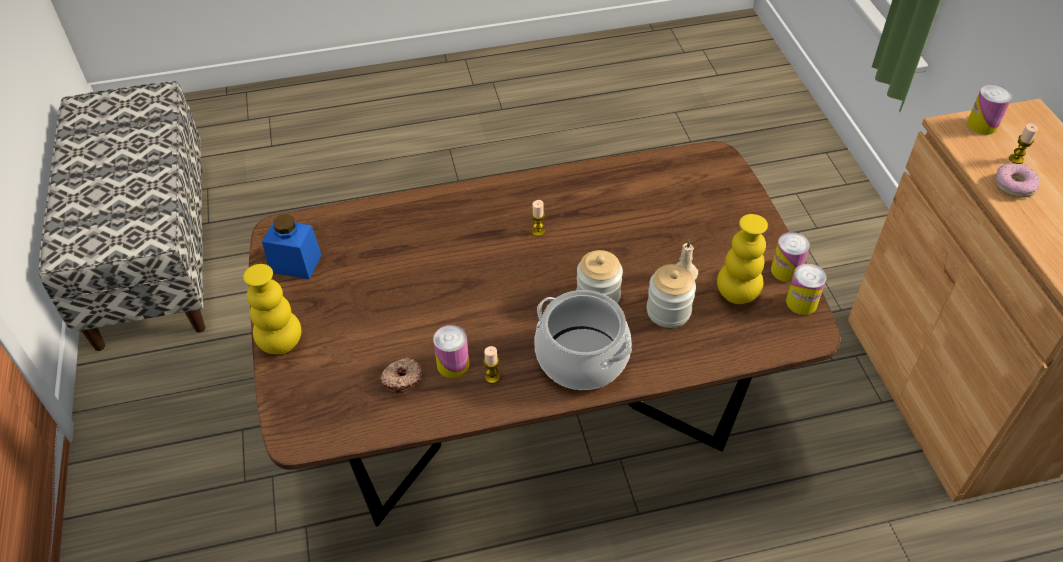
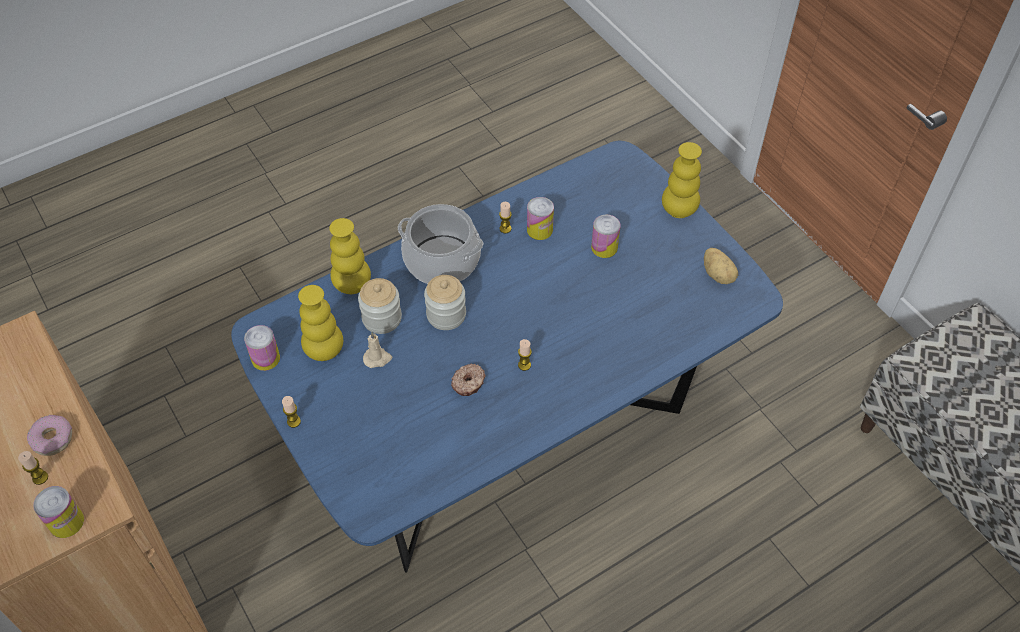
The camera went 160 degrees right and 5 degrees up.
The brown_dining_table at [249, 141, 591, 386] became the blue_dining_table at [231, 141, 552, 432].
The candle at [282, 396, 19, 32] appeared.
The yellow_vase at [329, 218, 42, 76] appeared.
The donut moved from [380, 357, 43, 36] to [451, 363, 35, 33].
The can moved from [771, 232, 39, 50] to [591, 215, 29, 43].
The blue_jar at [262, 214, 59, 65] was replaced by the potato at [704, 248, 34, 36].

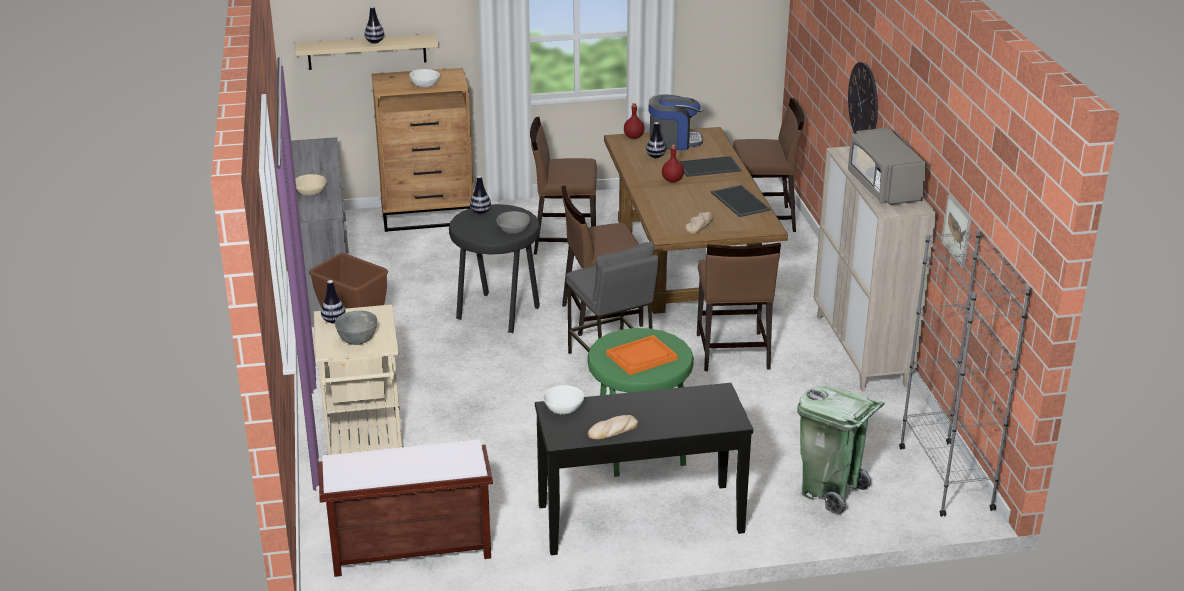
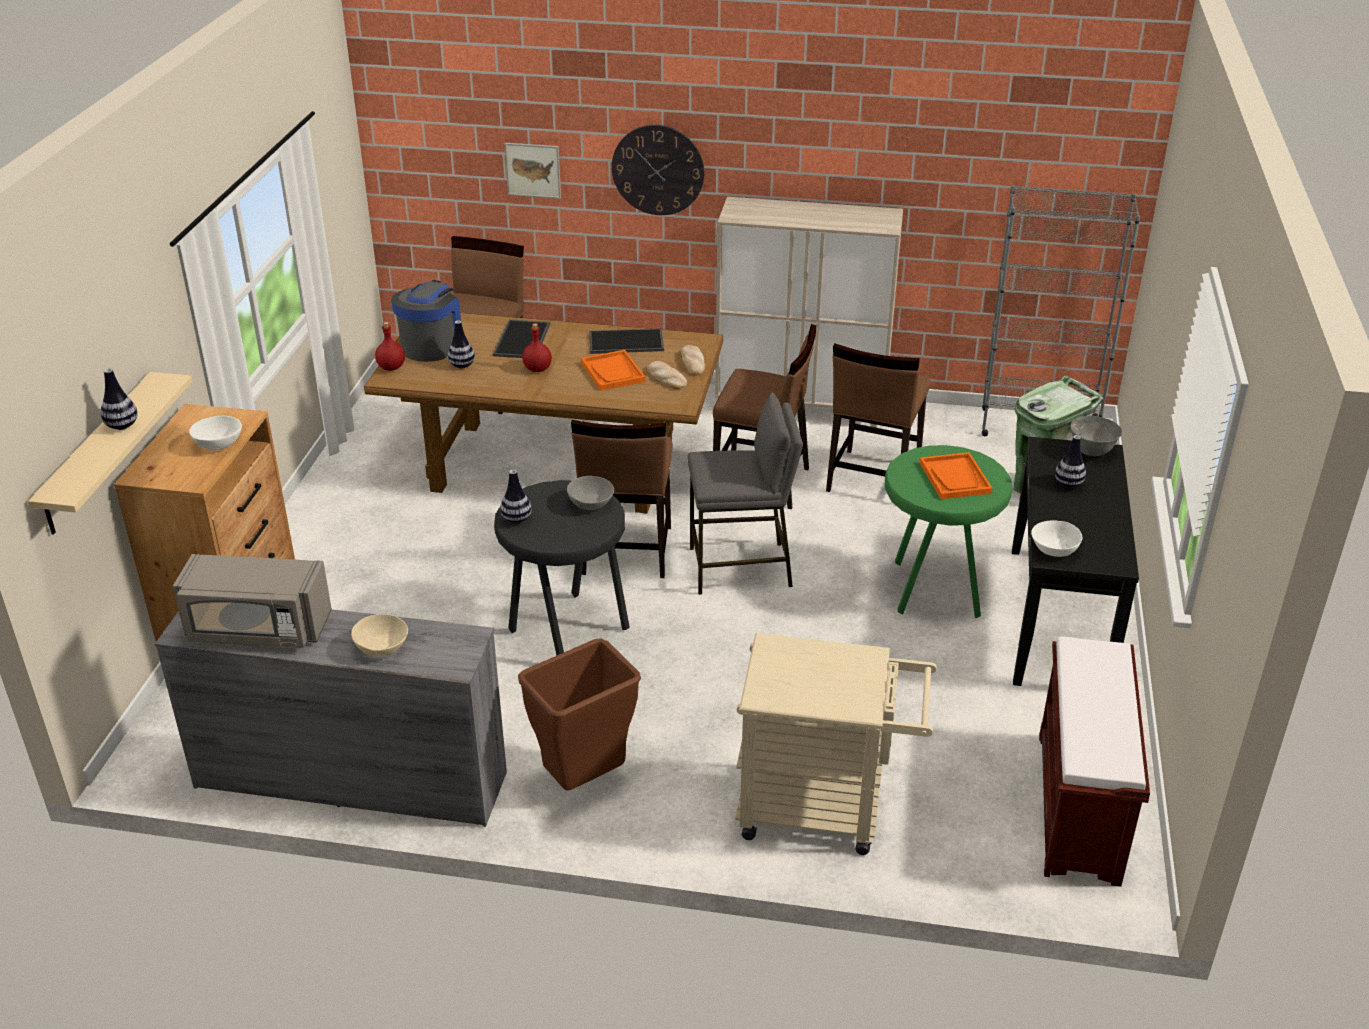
The camera went 70 degrees left and 5 degrees up.
The grey_microwave moved from [848, 128, 79, 77] to [173, 554, 159, 94].
The picture moved from [941, 195, 30, 73] to [505, 143, 56, 56].
The orange_tray at [581, 350, 64, 41] appeared.
The bread moved from [588, 415, 51, 25] to [681, 345, 24, 30].
The brown_chair moved from [530, 117, 67, 138] to [826, 343, 104, 149].
The vase moved from [321, 280, 25, 43] to [1055, 435, 31, 53].
The grey_bowl moved from [335, 310, 43, 35] to [1071, 416, 51, 40].

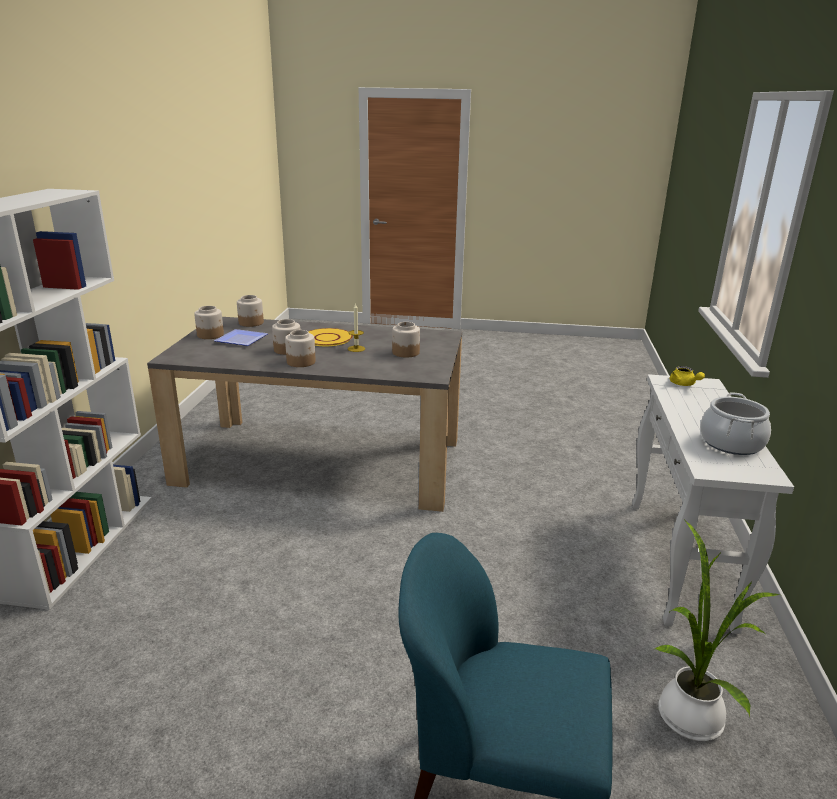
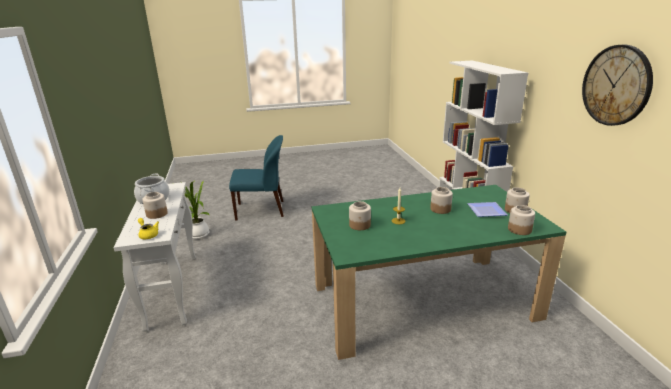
The camera went 160 degrees right and 0 degrees up.
The jar moved from [285, 330, 31, 37] to [142, 192, 26, 27].
The grey_dining_table at [147, 317, 315, 195] became the green_dining_table at [312, 185, 254, 175].
The wall_clock at [582, 45, 71, 81] appeared.
The yellow_plate at [308, 328, 45, 18] disappeared.

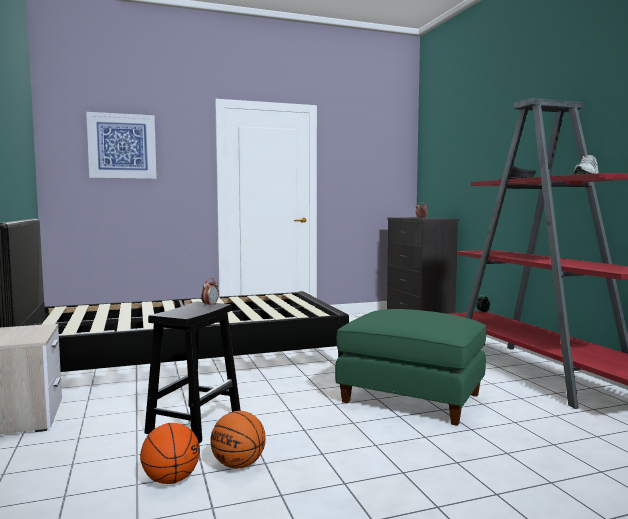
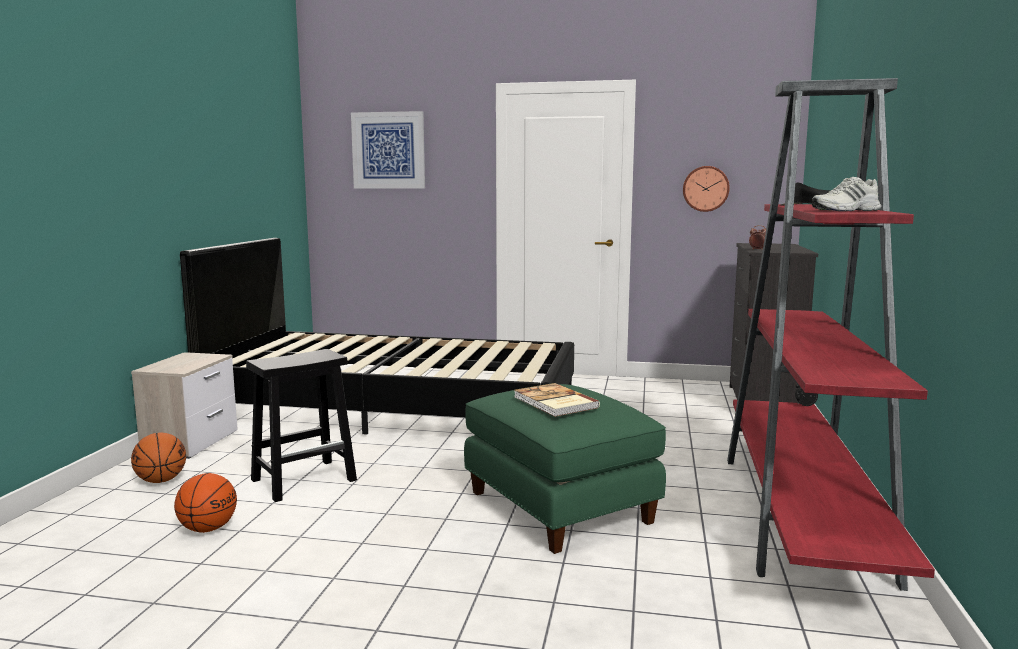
The camera went 30 degrees right and 5 degrees up.
The basketball moved from [211, 411, 55, 58] to [131, 433, 55, 50].
The book at [514, 383, 86, 34] appeared.
The wall_clock at [683, 166, 47, 46] appeared.
The alarm_clock at [201, 278, 18, 28] disappeared.

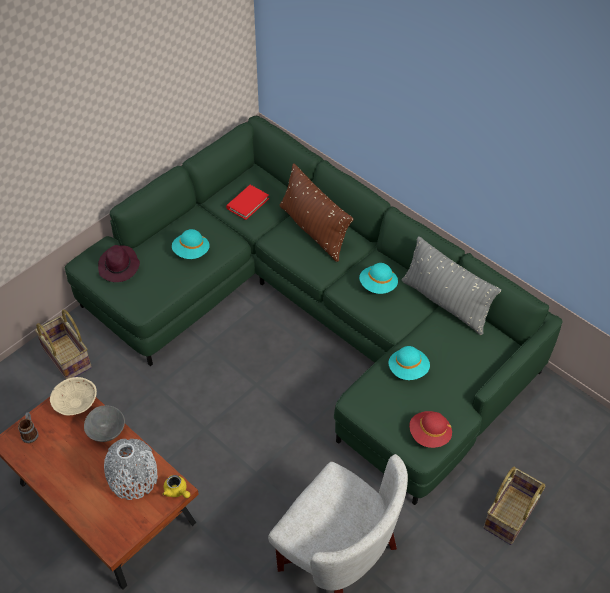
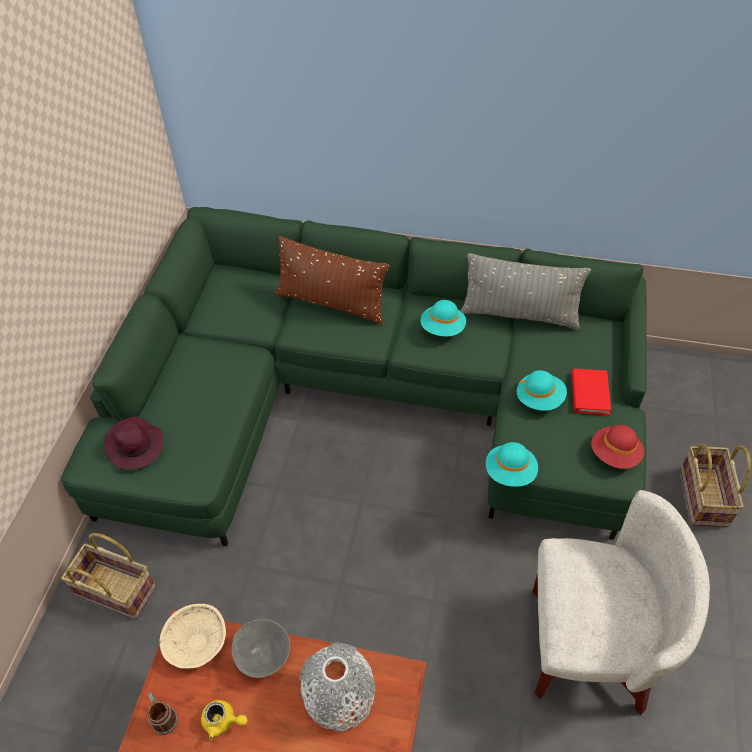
The camera went 30 degrees left and 0 degrees up.
The yellow_teapot moved from [163, 475, 27, 23] to [201, 700, 47, 40].
The turquoise_hat moved from [172, 229, 38, 30] to [486, 442, 52, 45].
The red_book moved from [226, 185, 43, 35] to [571, 369, 40, 46].

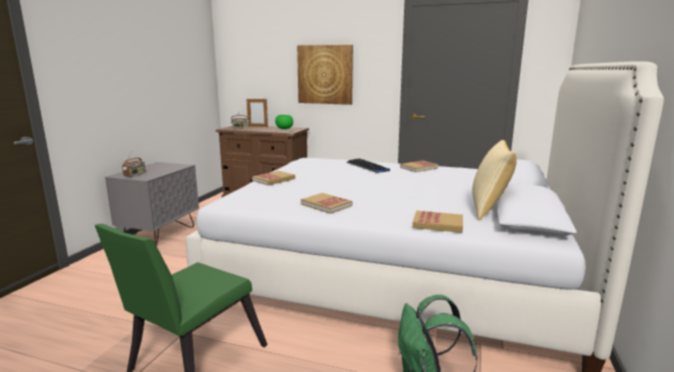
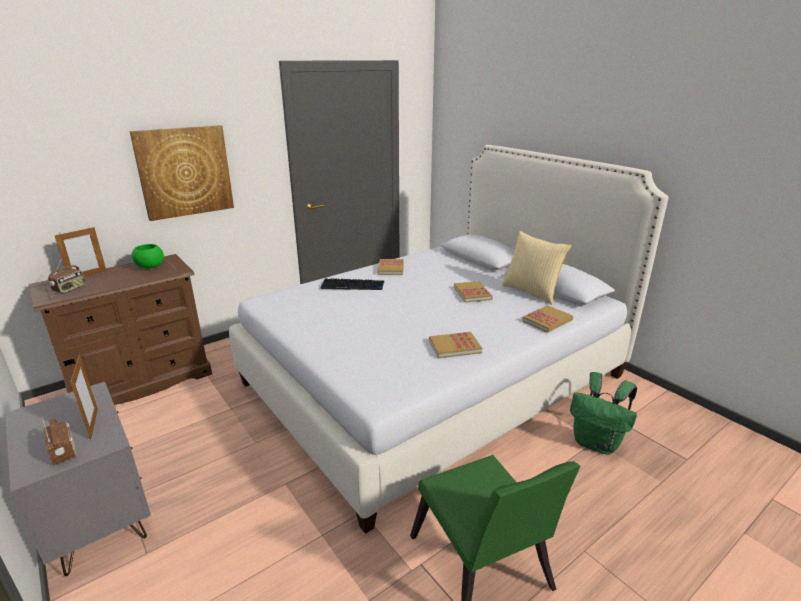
The camera went 55 degrees left and 10 degrees up.
The picture_frame at [70, 355, 28, 84] appeared.
The book moved from [252, 171, 43, 15] to [454, 281, 39, 22].

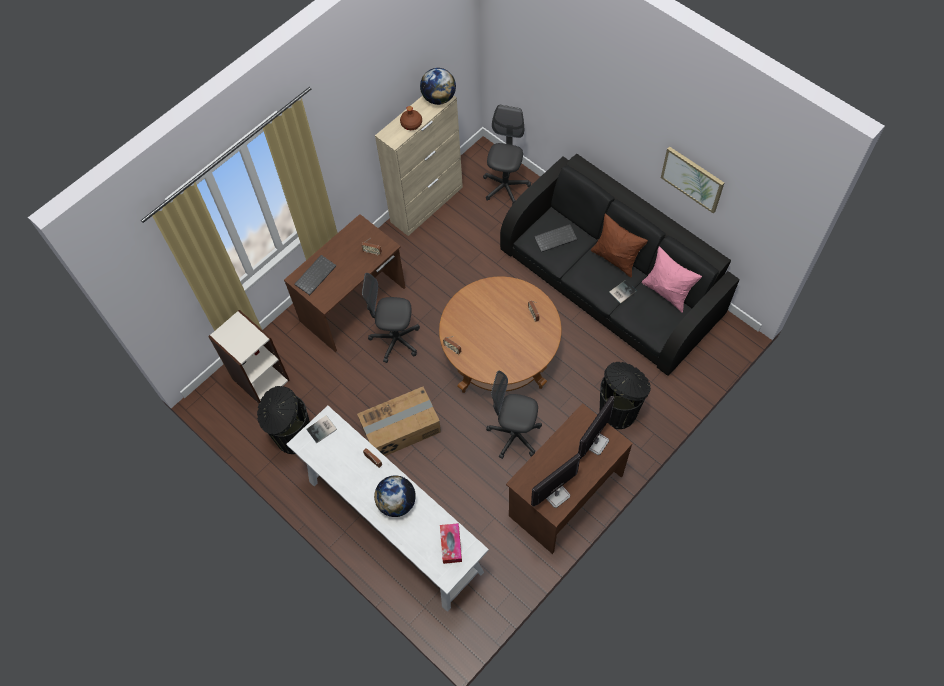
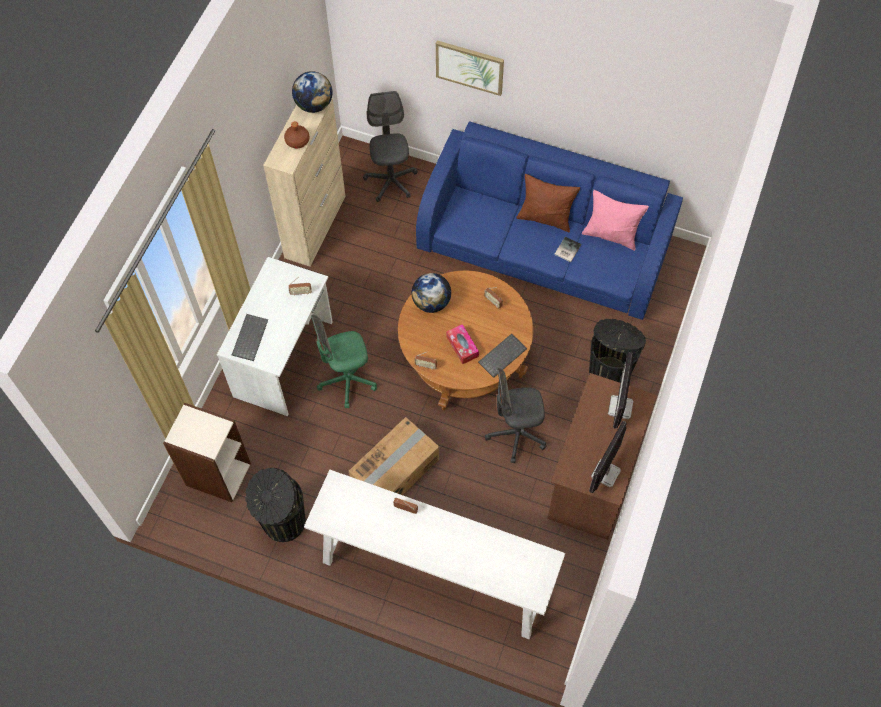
The camera went 25 degrees left and 0 degrees up.
The brown_desk at [284, 214, 122, 138] became the white_desk at [217, 257, 116, 159].
The grey_office_chair at [362, 273, 58, 90] became the green_office_chair at [311, 315, 66, 93].
The globe moved from [374, 475, 42, 42] to [412, 273, 39, 40].
The black_sofa at [500, 154, 240, 222] became the blue_sofa at [416, 121, 267, 199].
The picture moved from [661, 146, 63, 67] to [436, 41, 68, 55].
The tissue_box moved from [440, 523, 22, 41] to [446, 324, 33, 40].
The keyboard moved from [534, 224, 43, 28] to [478, 333, 49, 45].
The book at [306, 415, 31, 28] disappeared.

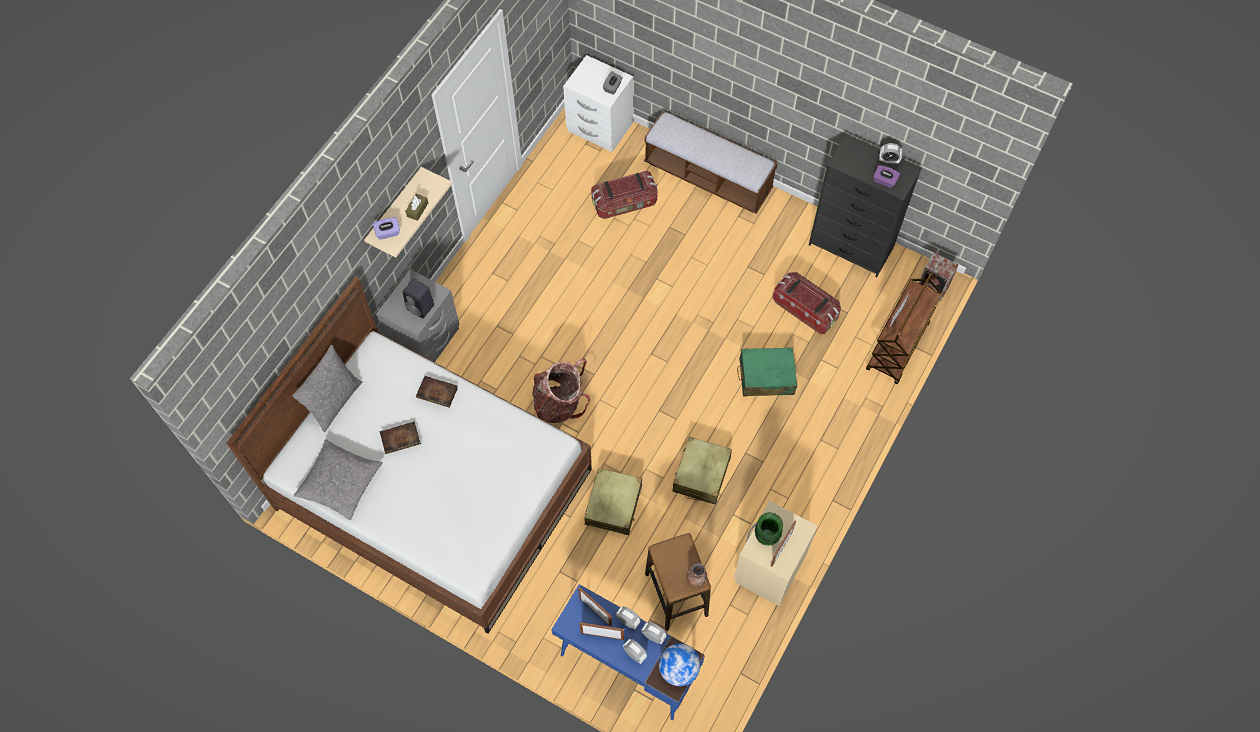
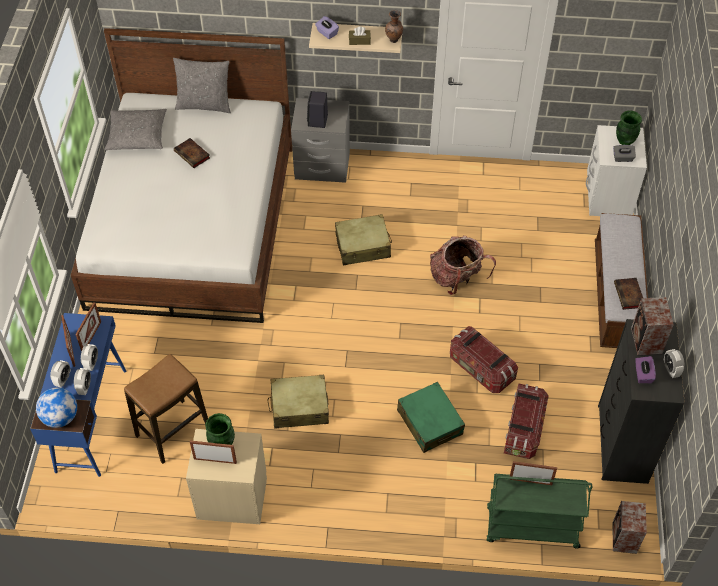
The camera went 65 degrees right and 10 degrees down.
The beige_suitcase moved from [584, 468, 58, 67] to [335, 214, 57, 52].
The brown_vase moved from [686, 563, 22, 25] to [385, 10, 18, 33].
The backpack moved from [532, 358, 58, 65] to [430, 236, 66, 59].
The storage_box moved from [591, 171, 67, 48] to [450, 326, 68, 67].
The brown_cart at [866, 273, 76, 111] became the green_cart at [487, 474, 105, 74].
The book moved from [416, 376, 42, 32] to [614, 278, 29, 32].
The green_vase at [616, 110, 26, 35] appeared.
The speaker at [631, 297, 43, 58] appeared.

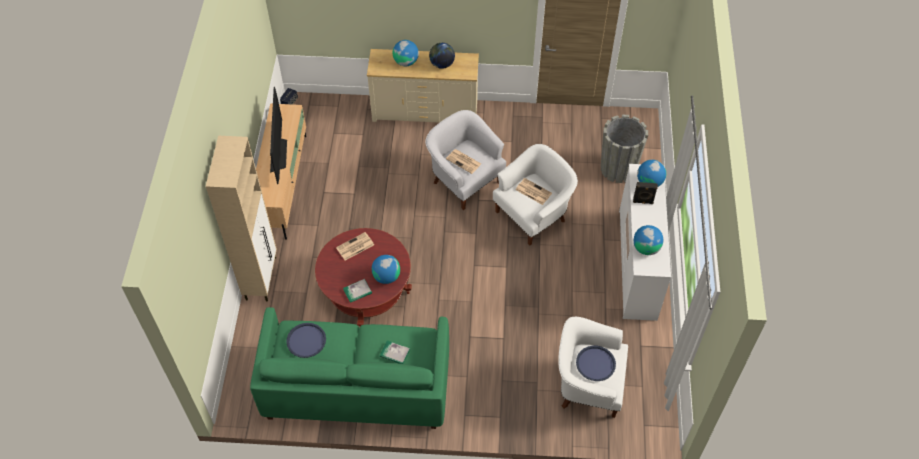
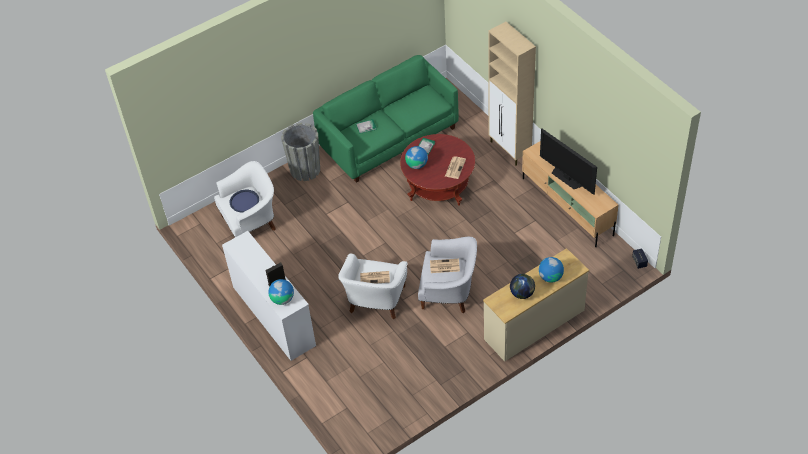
The camera went 145 degrees right and 5 degrees down.
The grey_planter moved from [601, 115, 47, 68] to [281, 123, 39, 58].
The blue_tray at [286, 323, 40, 35] disappeared.
The globe at [634, 225, 29, 30] disappeared.

